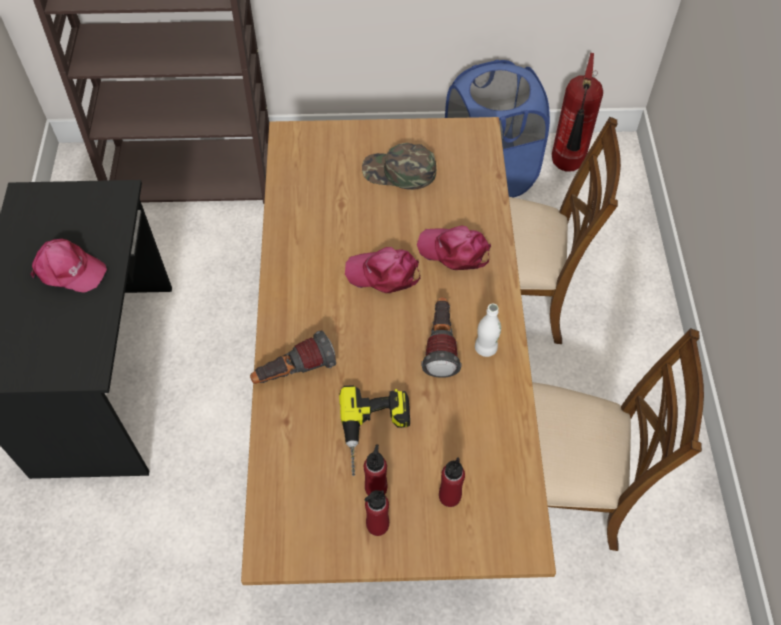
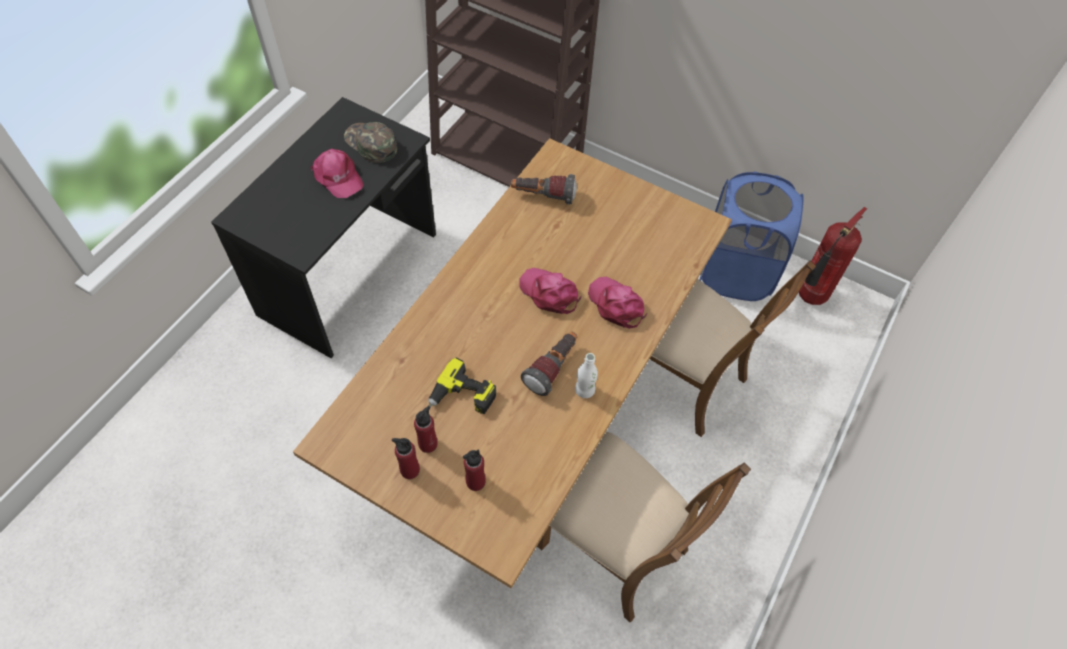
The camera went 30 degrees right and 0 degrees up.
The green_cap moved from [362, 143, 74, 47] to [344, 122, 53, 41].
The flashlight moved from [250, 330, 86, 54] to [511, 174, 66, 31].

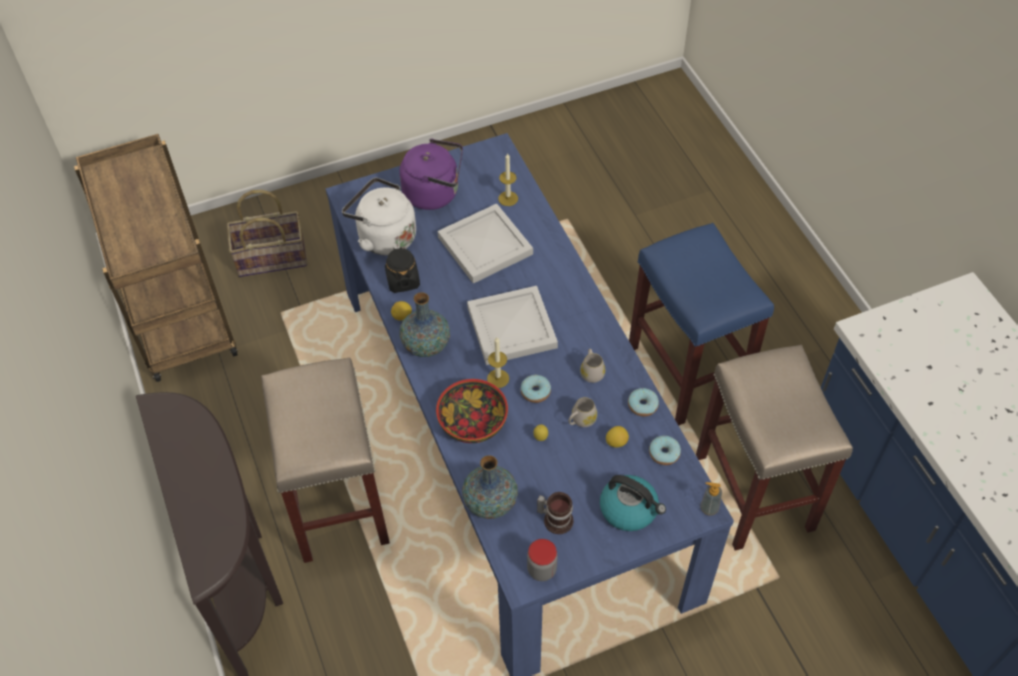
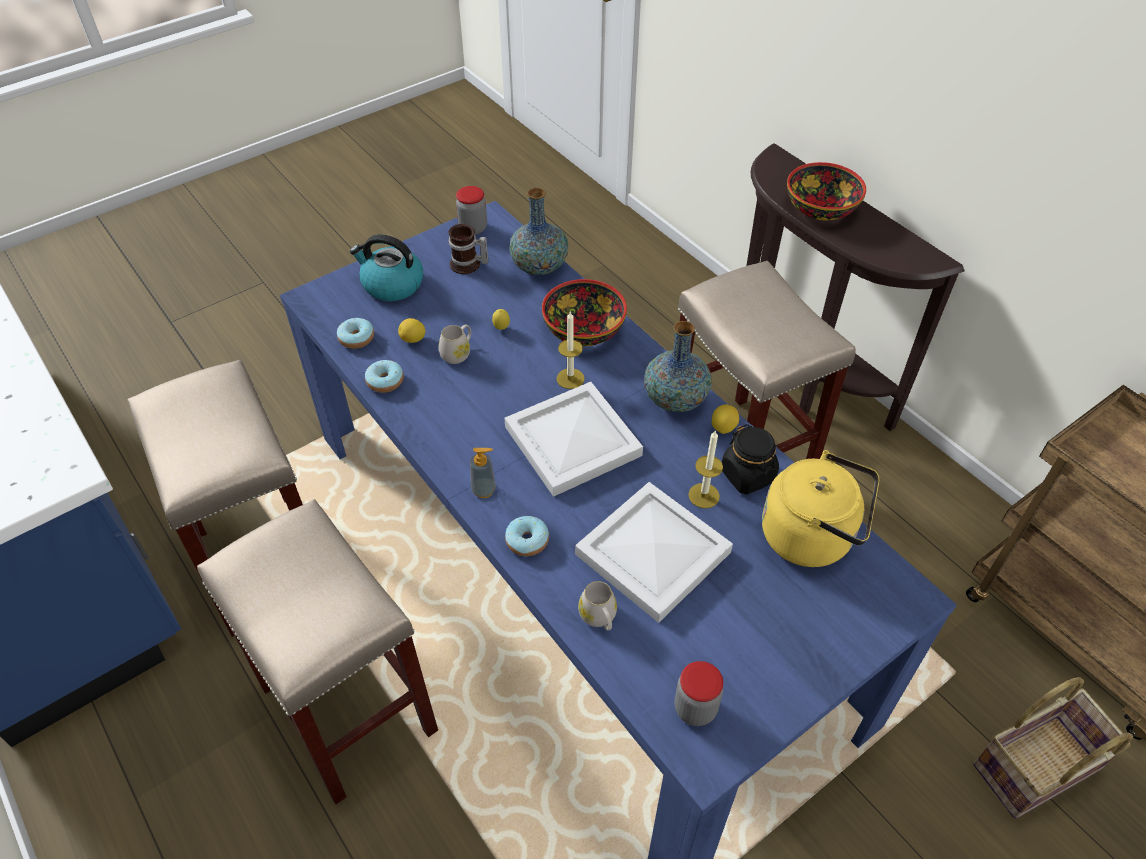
The camera went 165 degrees right and 5 degrees down.
The blue_stool at [629, 223, 145, 203] became the beige_stool at [197, 499, 241, 305].
The soap_dispenser moved from [700, 482, 22, 33] to [470, 448, 26, 50].
The donut moved from [521, 375, 30, 28] to [505, 516, 44, 40].
The white_mug moved from [580, 349, 25, 34] to [578, 581, 39, 50].
The jar at [675, 661, 48, 65] appeared.
The candle moved from [498, 153, 20, 53] to [688, 430, 35, 79].
The white_kettle at [342, 177, 74, 79] became the yellow_kettle at [762, 450, 118, 117].
The bowl at [787, 162, 79, 59] appeared.
The purple_kettle at [400, 139, 63, 71] disappeared.

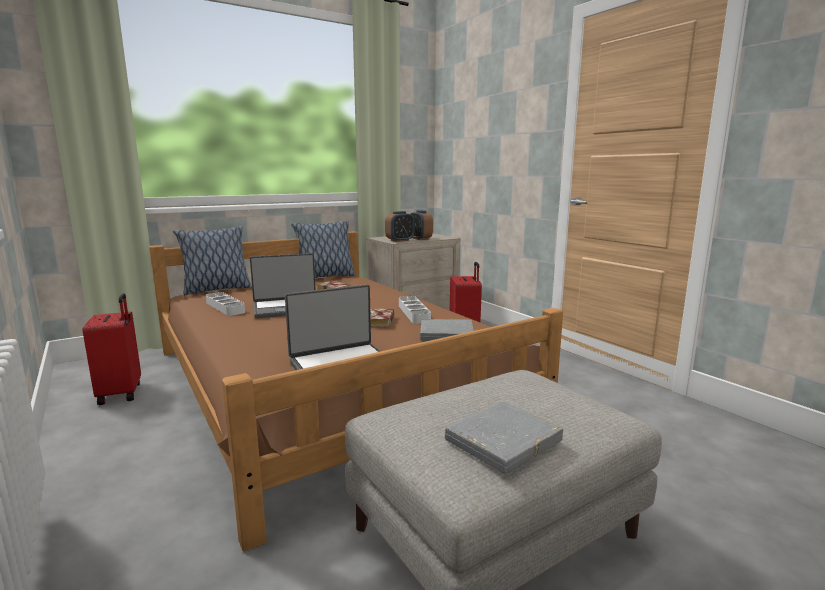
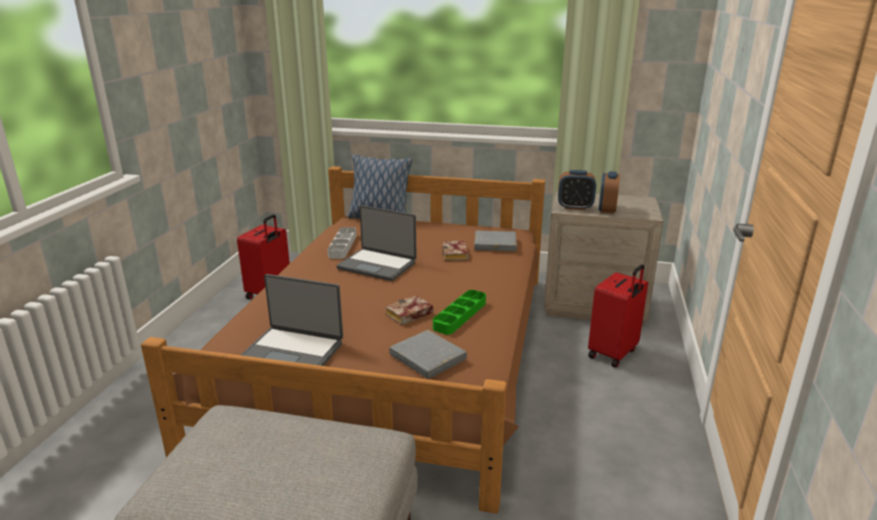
The camera went 45 degrees right and 10 degrees up.
The grey_tray at [399, 296, 32, 28] became the green_tray at [433, 290, 53, 45].
The grey_book moved from [445, 401, 118, 73] to [474, 231, 43, 20].
The pillow at [291, 220, 64, 58] disappeared.

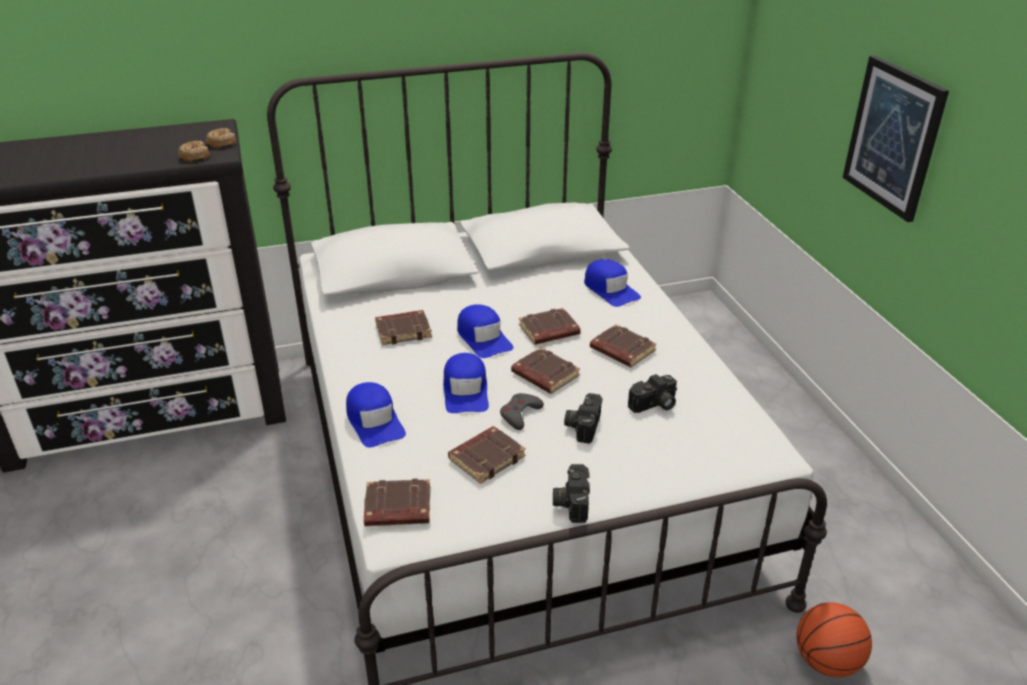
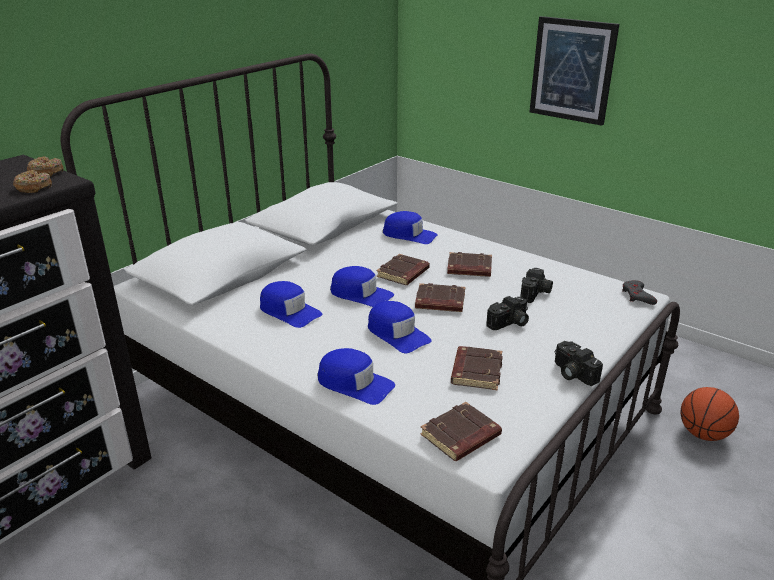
The camera went 35 degrees left and 5 degrees down.
The brown_book at [375, 310, 57, 35] was replaced by the blue_cap at [260, 281, 62, 47].
The photo_camera at [564, 393, 39, 51] turned 105 degrees counterclockwise.
The grey_game_controller moved from [500, 393, 44, 37] to [622, 280, 35, 25].

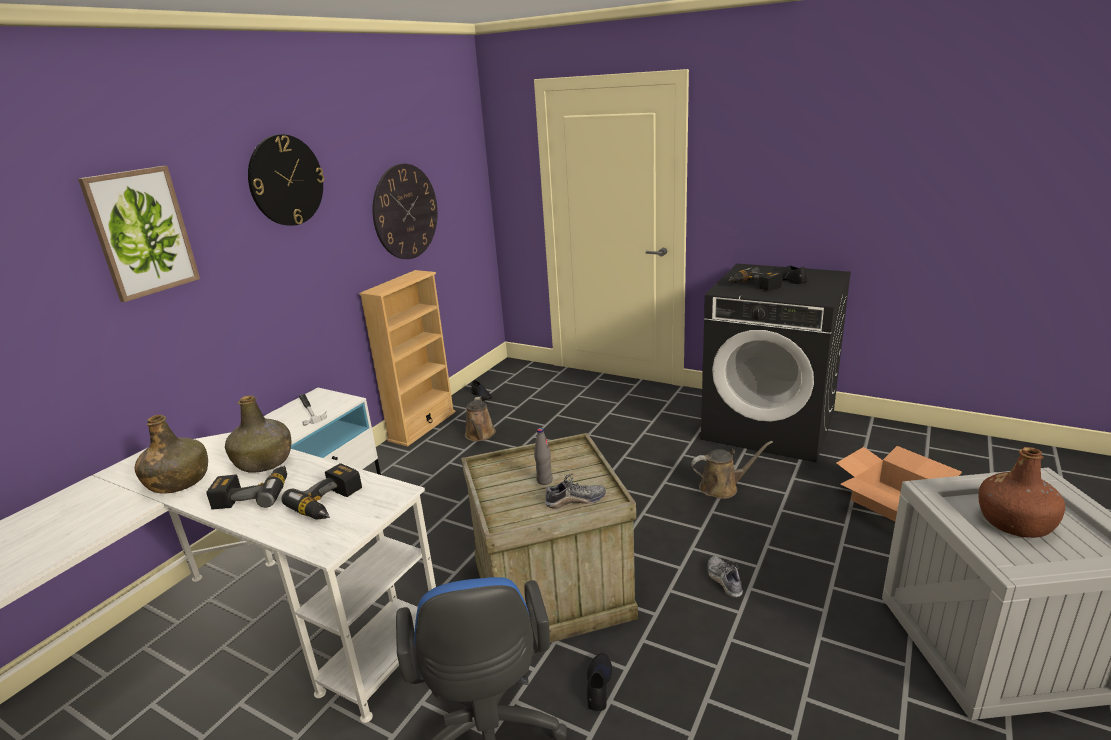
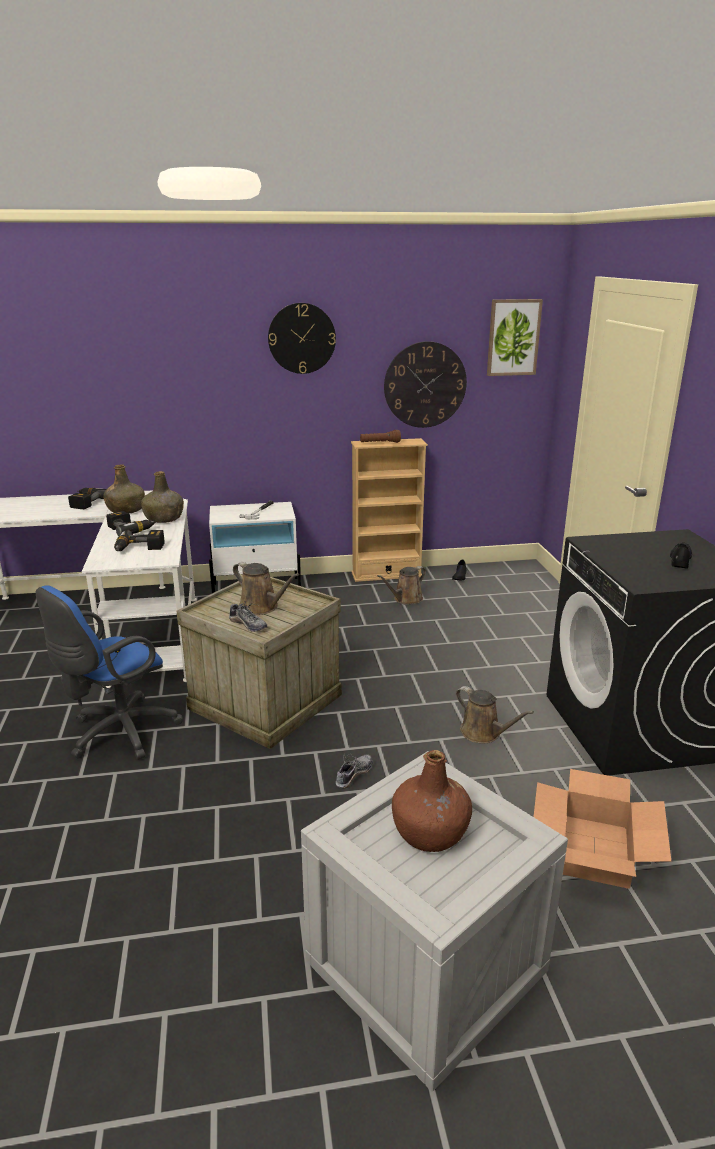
The camera went 50 degrees right and 0 degrees up.
The power_drill moved from [727, 267, 56, 24] to [68, 488, 38, 21].
The grey_bottle at [534, 428, 19, 57] was replaced by the brown_watering_can at [233, 562, 66, 53].
The brown_flashlight at [360, 430, 41, 13] appeared.
The picture moved from [78, 166, 122, 136] to [487, 299, 56, 77].
The black_shoe at [587, 653, 25, 58] disappeared.

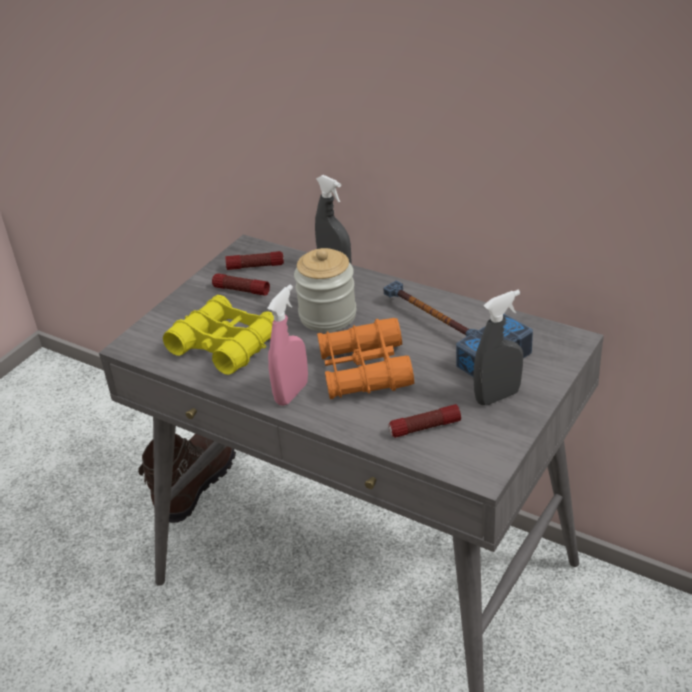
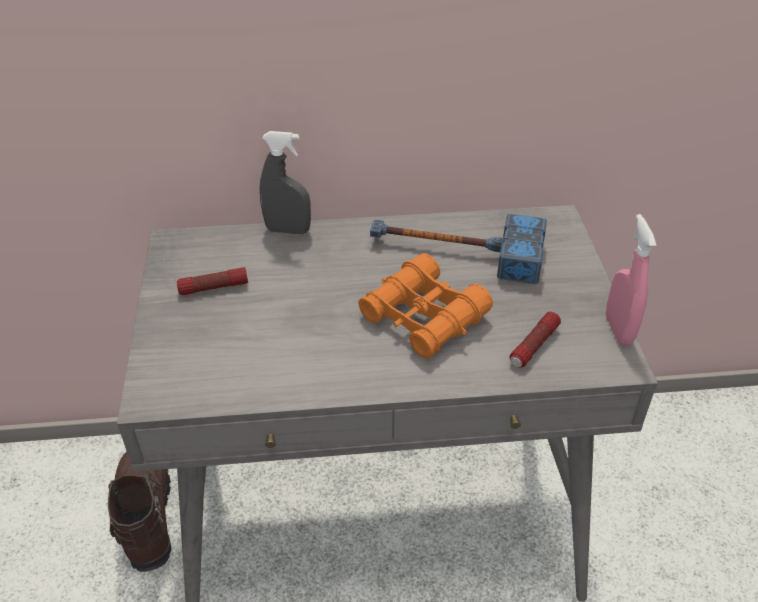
The camera went 40 degrees left and 5 degrees up.
The pink_spray_bottle moved from [267, 284, 41, 122] to [606, 214, 50, 131].
The yellow_binoculars at [163, 295, 111, 80] disappeared.
The flashlight at [226, 251, 58, 19] disappeared.
The jar at [294, 248, 62, 84] disappeared.
The grey_spray_bottle at [473, 290, 50, 115] disappeared.

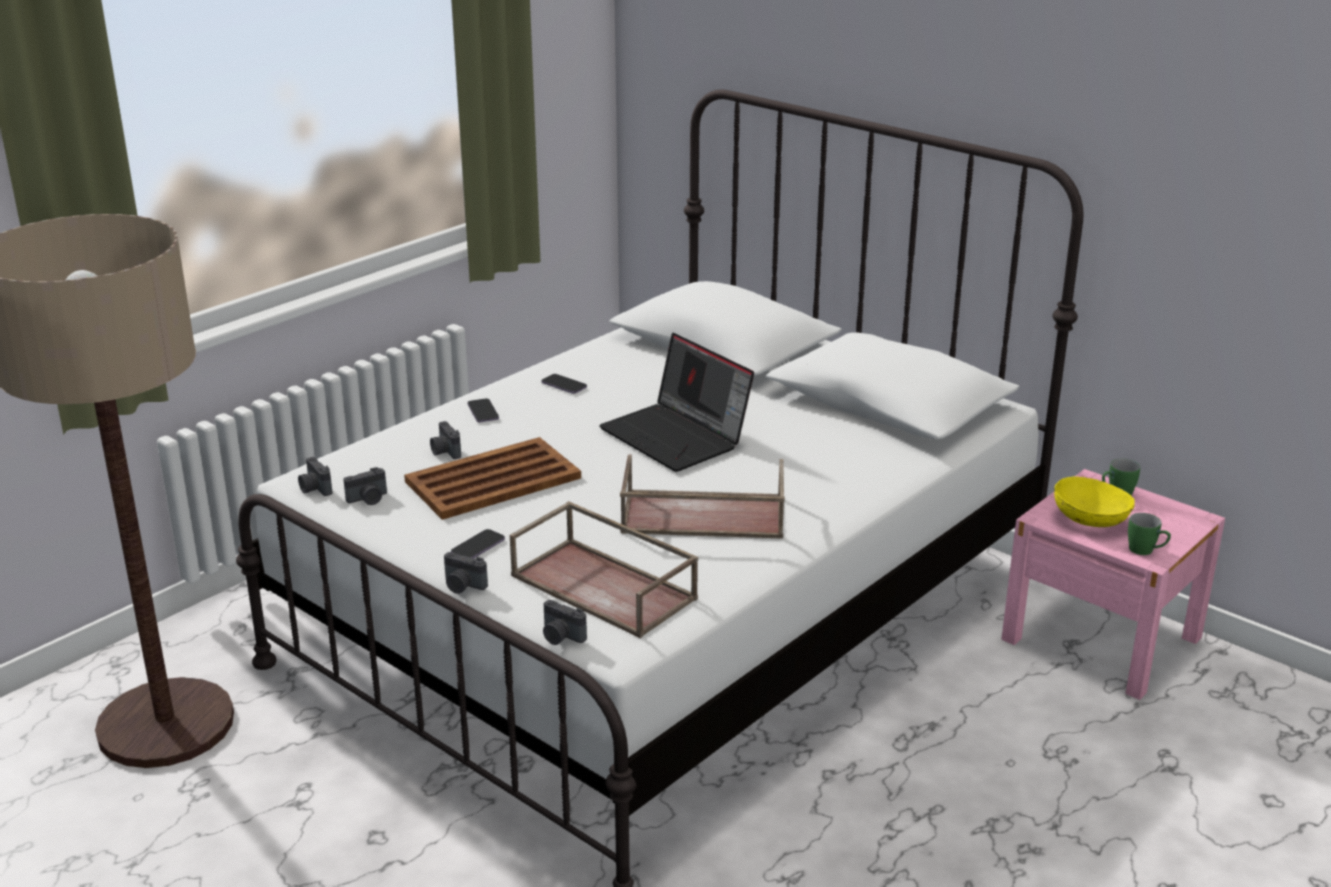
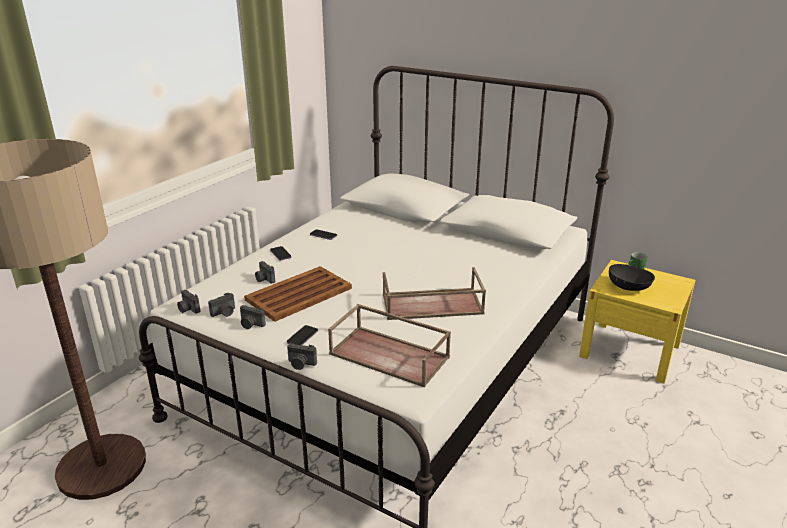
The camera went 10 degrees left and 0 degrees up.
The photo_camera moved from [543, 600, 44, 45] to [240, 305, 26, 24].
The pink_nightstand at [1001, 469, 224, 231] became the yellow_nightstand at [579, 260, 117, 123].
The yellow_bowl at [1054, 477, 81, 50] became the black_bowl at [609, 264, 46, 27].
The laptop at [599, 333, 155, 139] disappeared.
The green_mug at [1128, 513, 43, 42] disappeared.

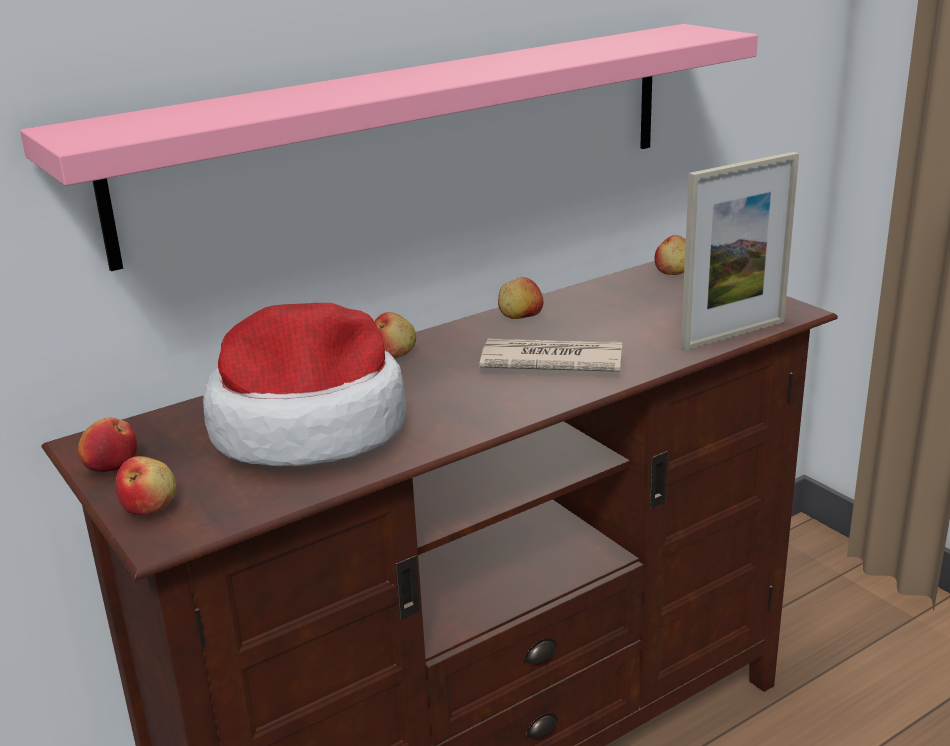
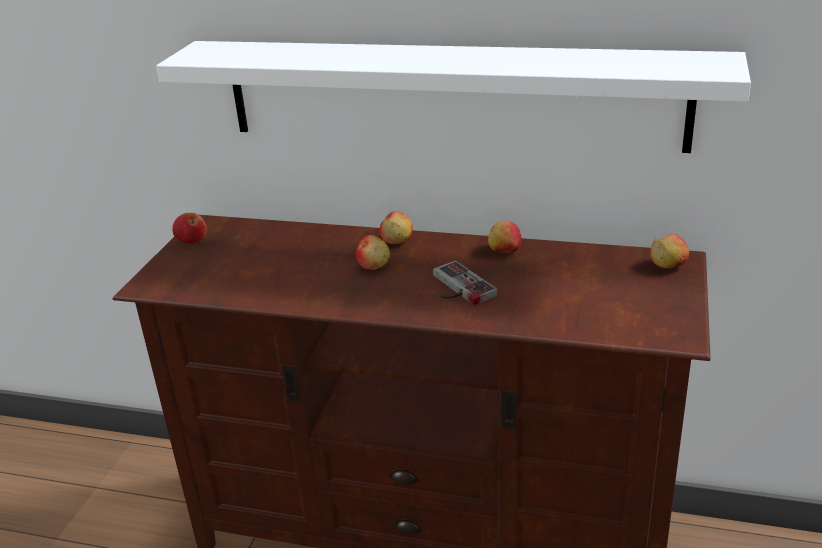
The camera went 50 degrees right and 5 degrees up.
The pink_shelf at [20, 24, 738, 247] became the white_shelf at [156, 41, 595, 112].
The apple moved from [115, 456, 61, 60] to [356, 235, 34, 35].
The newspaper at [479, 338, 143, 34] was replaced by the game_controller at [433, 261, 65, 44].
The hat at [203, 303, 203, 163] disappeared.
The picture_frame at [681, 152, 118, 198] disappeared.

